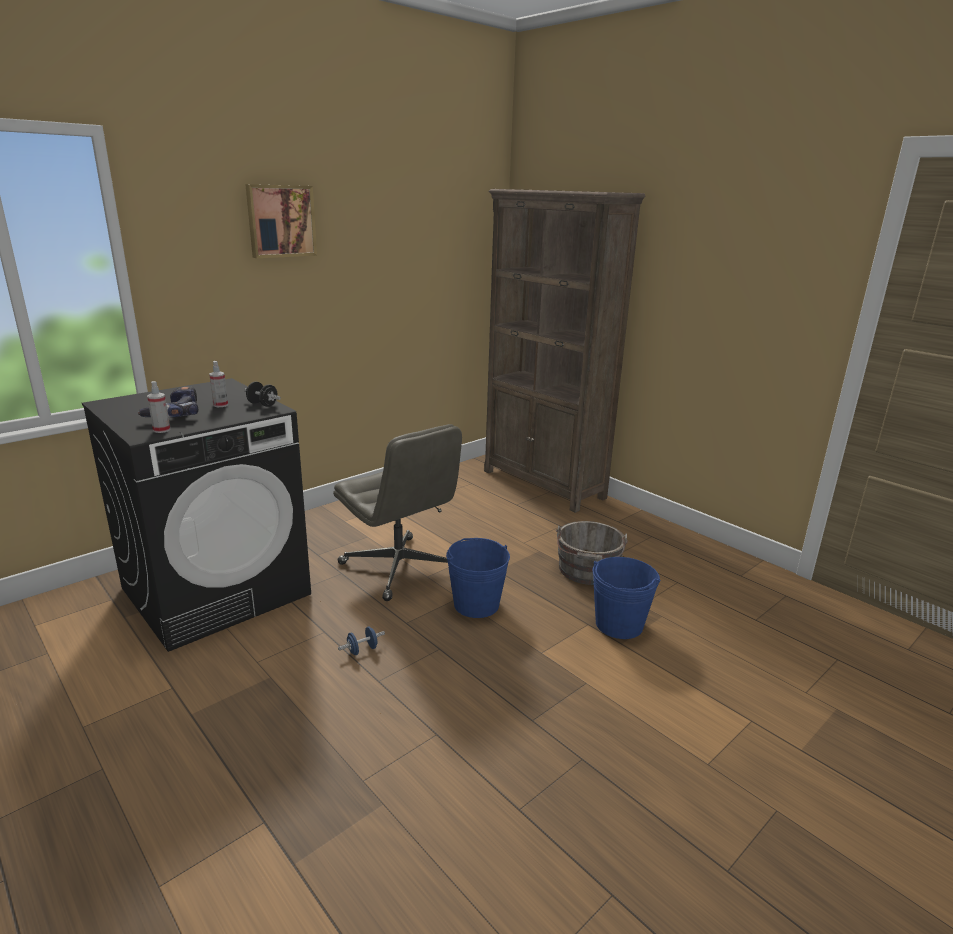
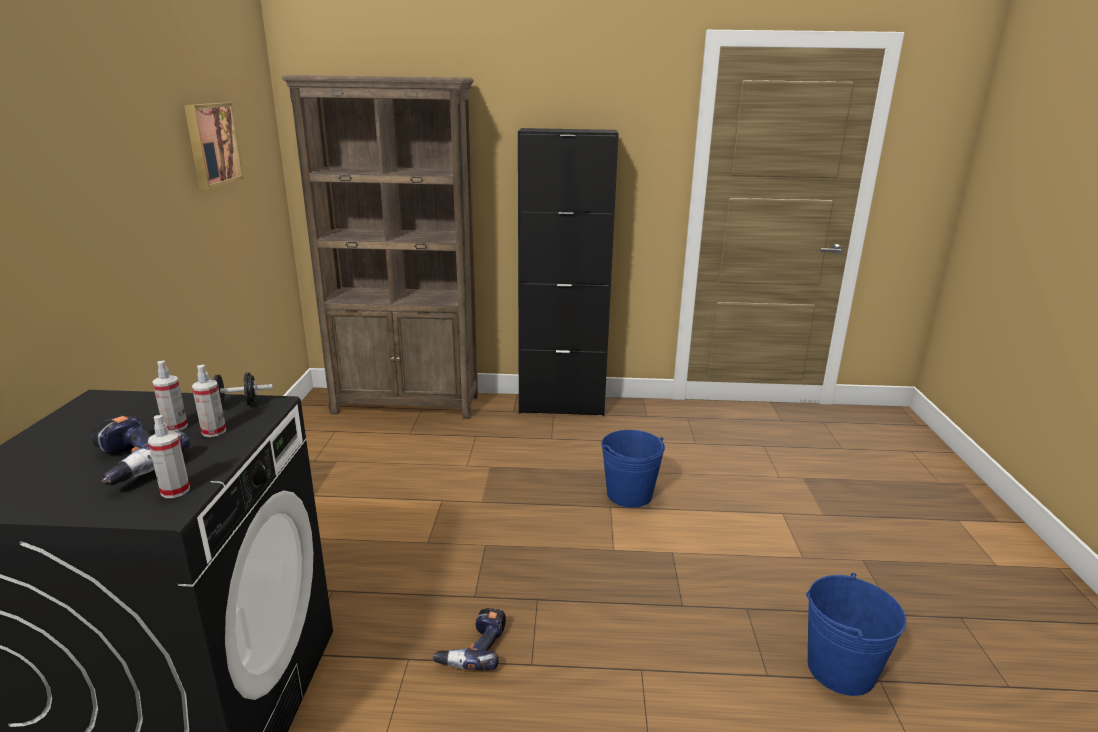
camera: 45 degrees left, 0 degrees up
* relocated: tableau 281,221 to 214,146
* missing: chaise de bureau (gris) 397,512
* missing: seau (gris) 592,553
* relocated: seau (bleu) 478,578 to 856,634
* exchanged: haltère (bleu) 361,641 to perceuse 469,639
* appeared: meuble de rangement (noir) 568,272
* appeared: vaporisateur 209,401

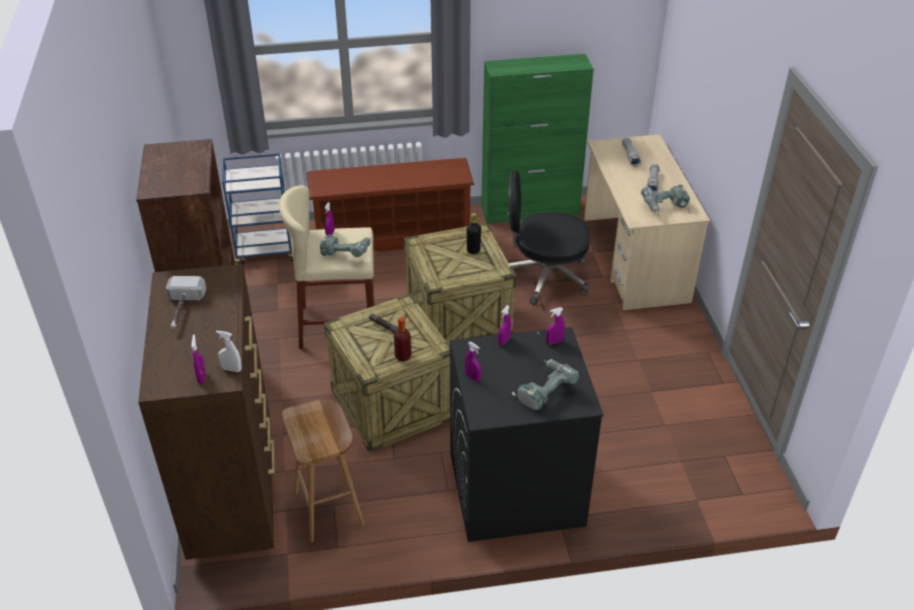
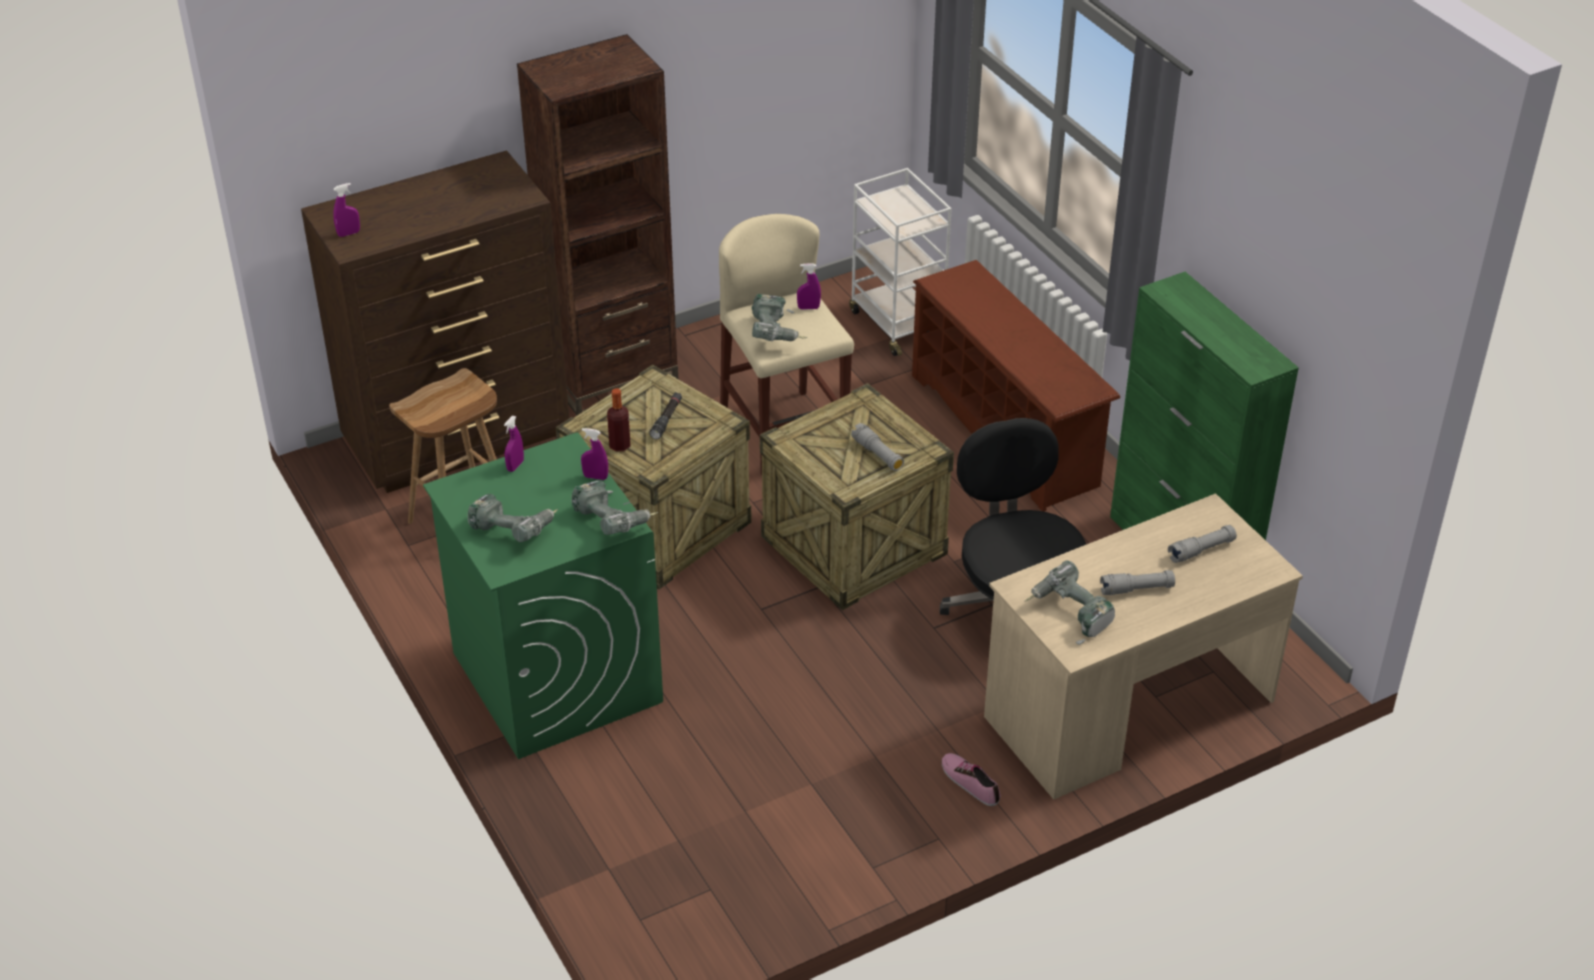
camera: 70 degrees right, 0 degrees up
* colour: chariot (bleu) 257,209 to chariot (blanc) 900,262
* exchanged: bouteille (noir) 474,233 to lampe de poche (gris) 877,447
* missing: marteau 186,302
* exchanged: vaporisateur (violet) 555,326 to perceuse 614,507
* colour: lave-linge (noir) 527,434 to lave-linge (vert) 543,595
* missing: vaporisateur (blanc) 229,351
* appeared: chaussure 971,779

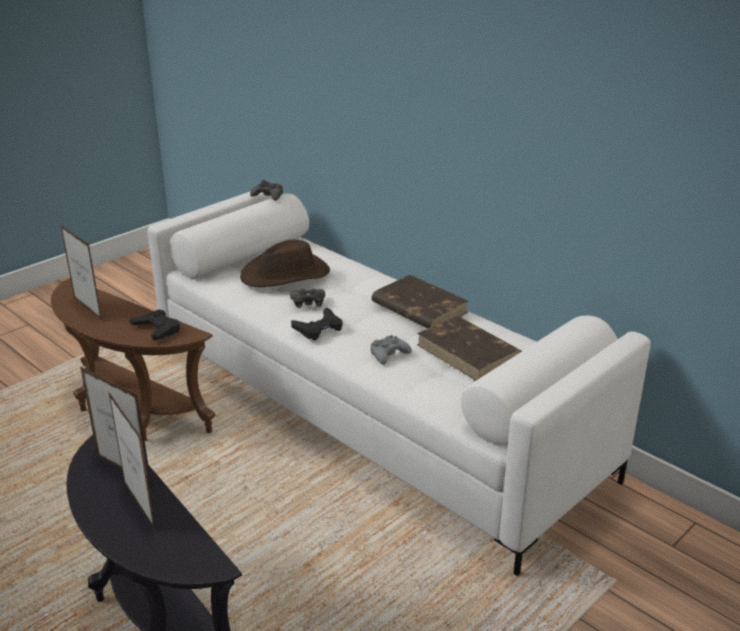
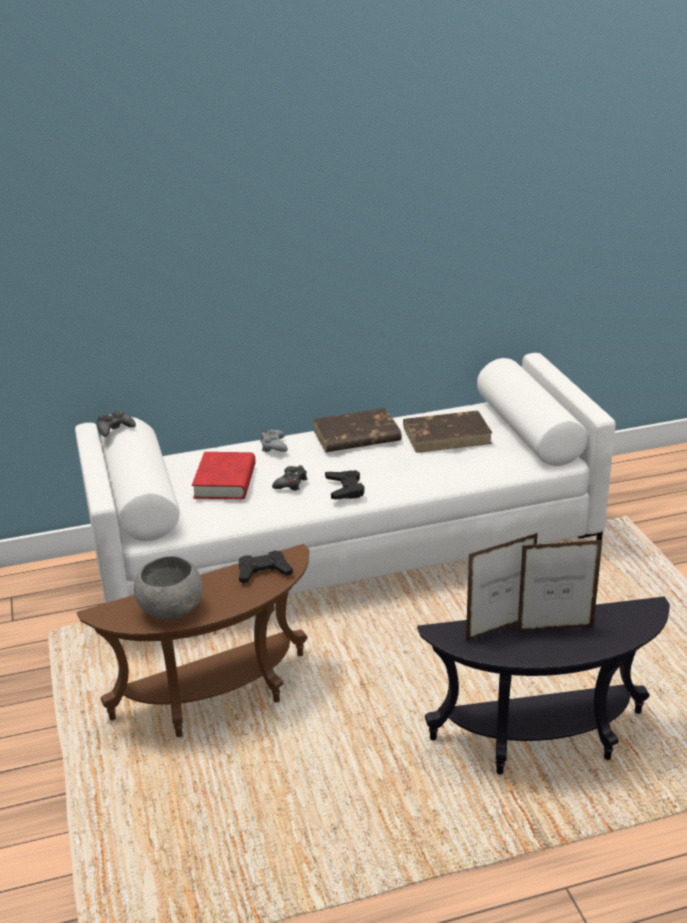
camera: 60 degrees left, 0 degrees up
* exchanged: cadre photo 81,272 to bol (gris) 168,588
* exchanged: chapeau (marron) 285,263 to livre (rouge) 224,475
* relocated: manette (gris) 391,350 to 274,441

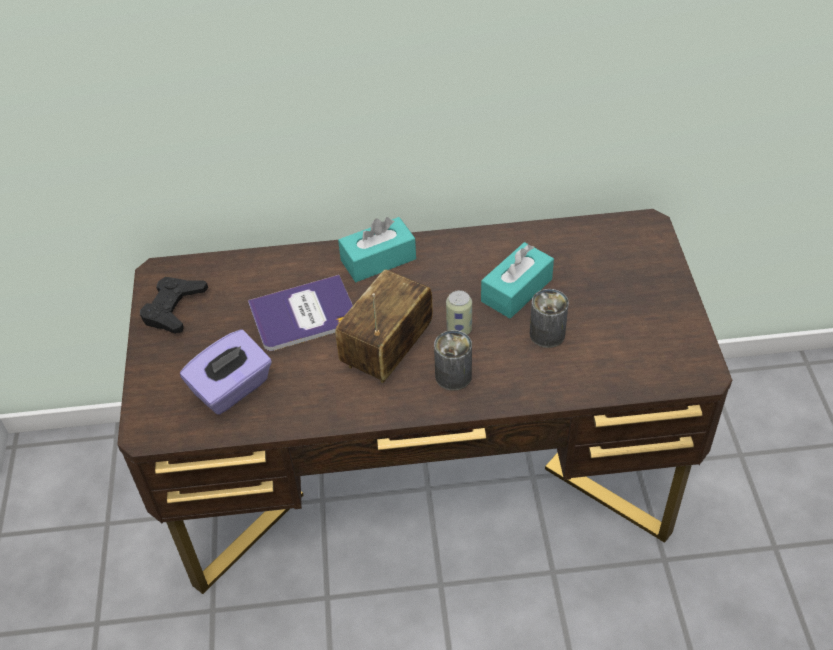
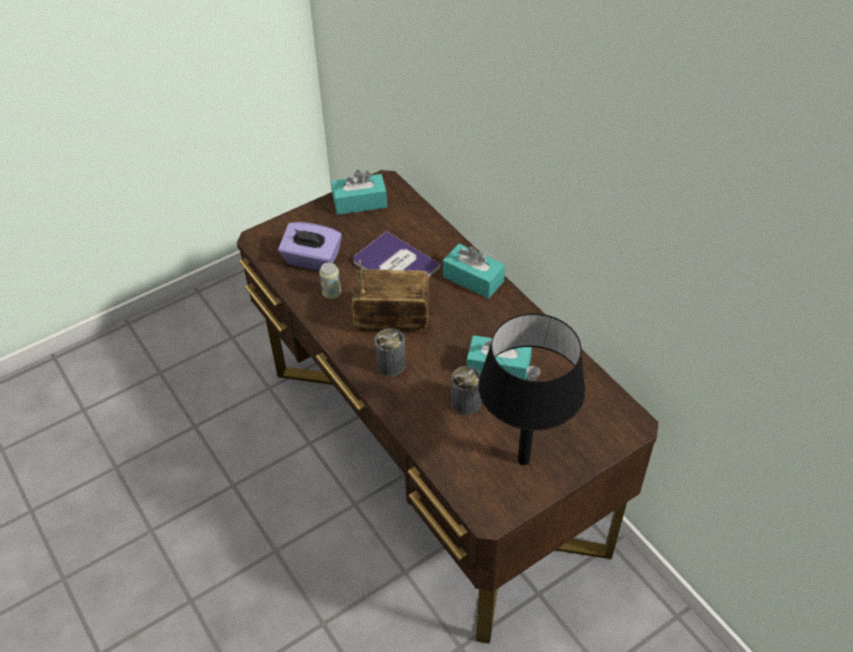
camera: 60 degrees right, 0 degrees up
* exchanged: manette (noir) 174,305 to boîte à mouchoirs (turquoise) 359,192
* relocated: boîte métallique 459,312 to 330,280
* appeared: lampe de table (noir) 532,389

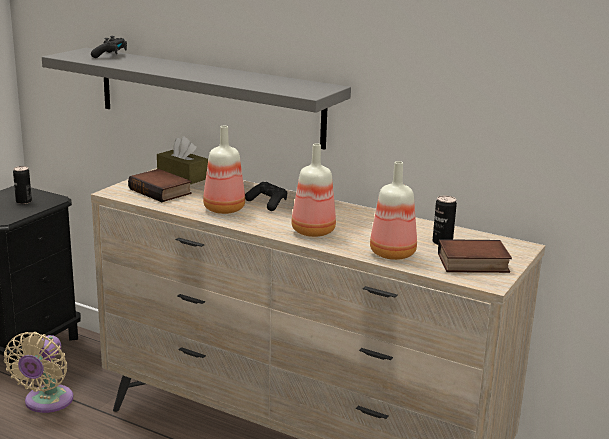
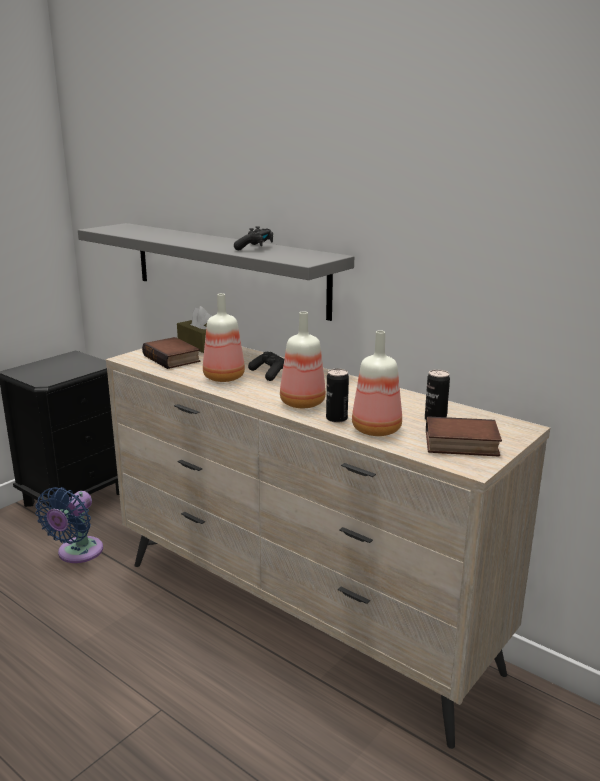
camera: 10 degrees right, 0 degrees up
* relocated: manette (noir) 109,47 to 253,238
* relocated: boîte métallique 22,185 to 337,396
* colour: ventilateur (beige) 38,372 to ventilateur (bleu) 69,525

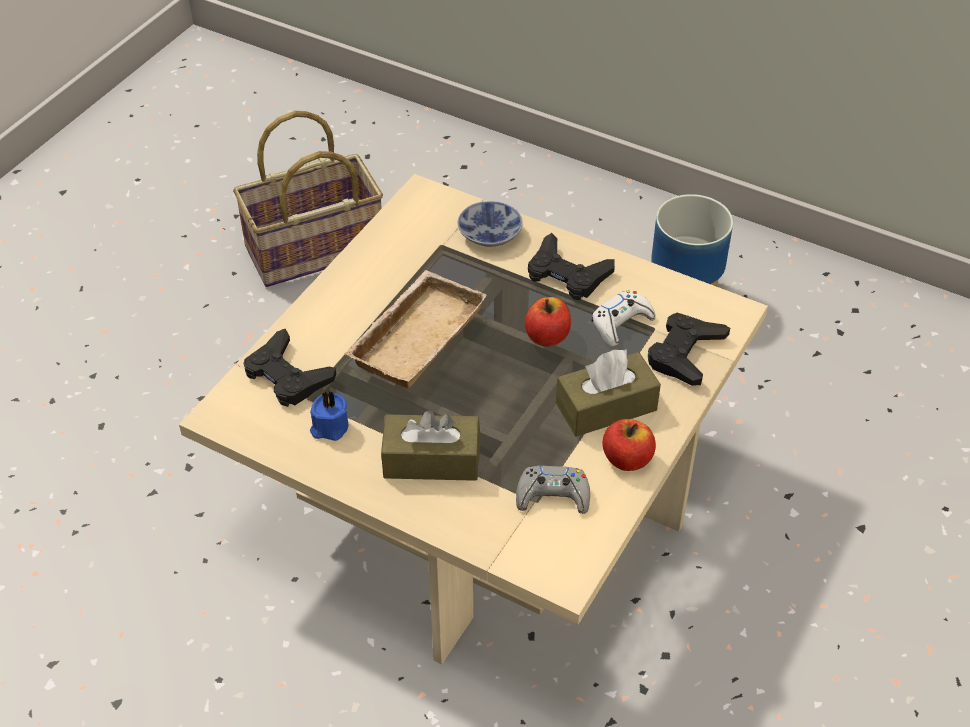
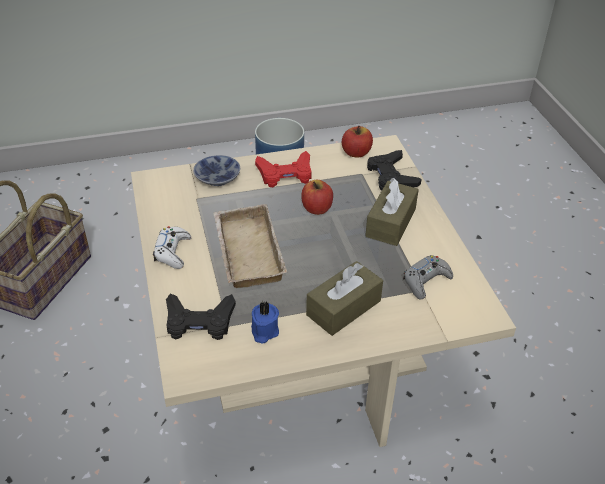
camera: 45 degrees left, 5 degrees down
* colour: manette (noir) 571,266 to manette (rouge) 283,169
* relocated: manette (blanc) 623,318 to 172,247
* relocated: pomme 629,445 to 357,142

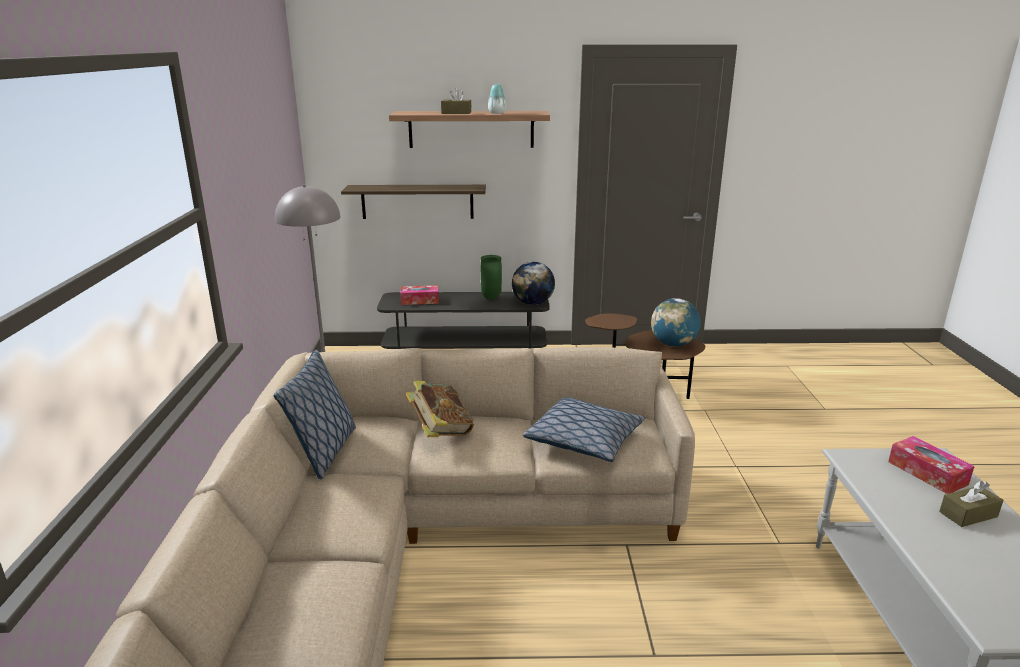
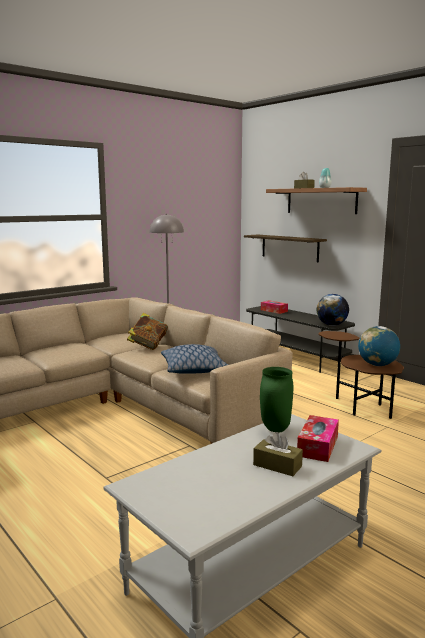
camera: 50 degrees right, 10 degrees down
* relocated: vase (vert) 491,277 to 276,399
* missing: coussin 315,415

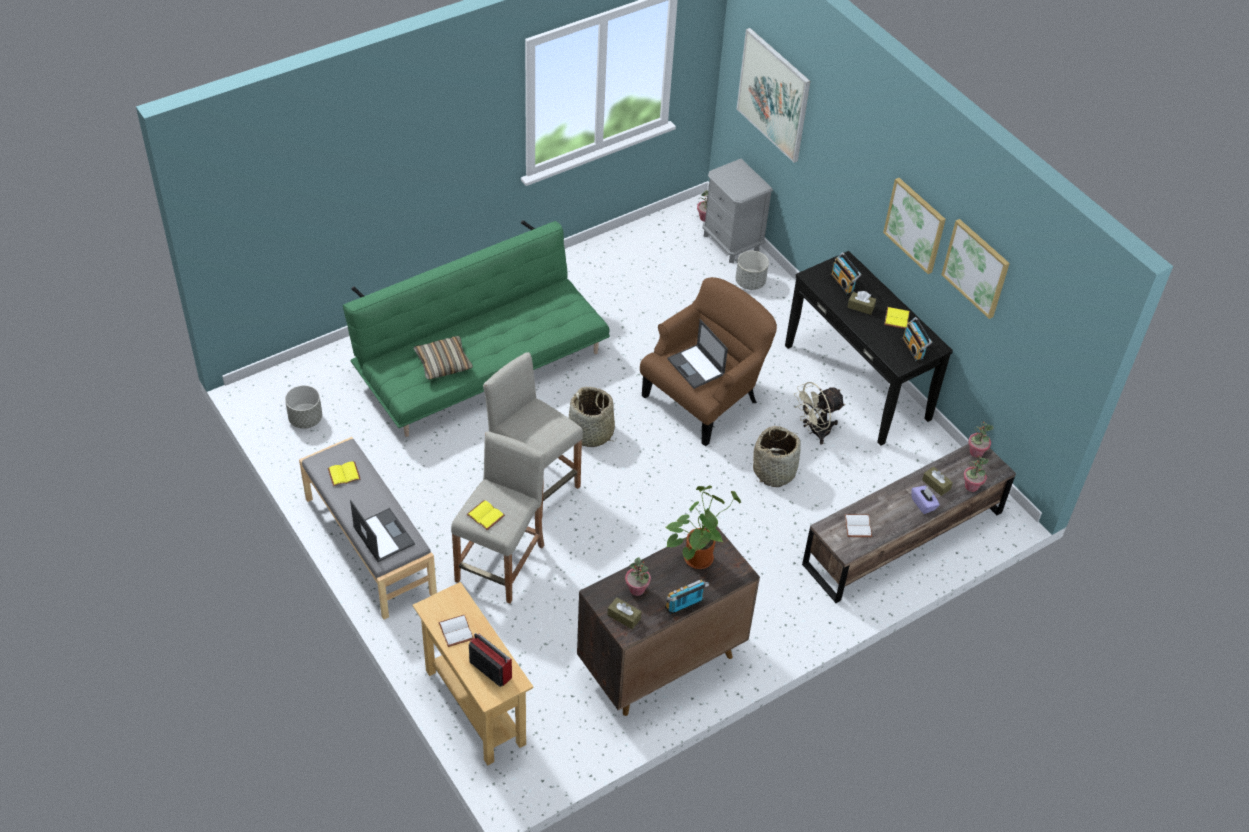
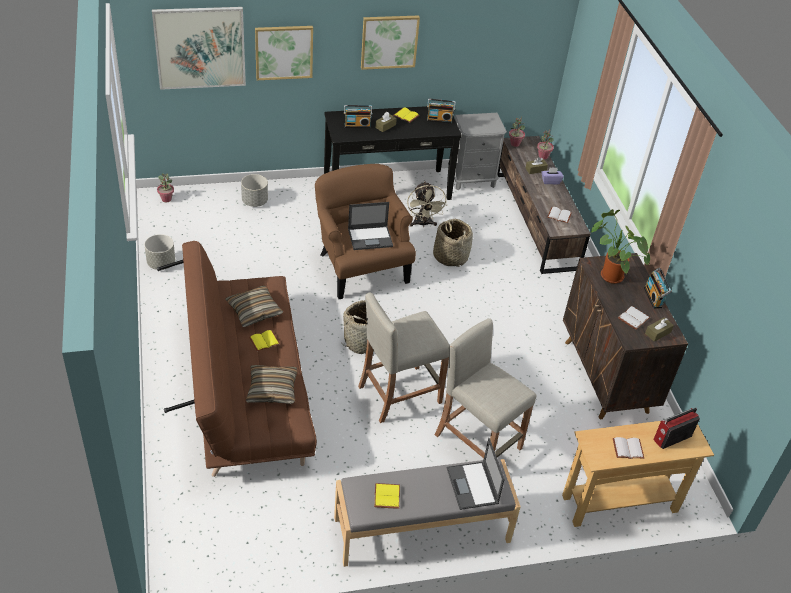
camera: 70 degrees left, 5 degrees down
* relocated: table de chevet (gris) 737,211 to 477,151
* relocated: tableau 975,269 to 284,53
* colour: canapé (vert) 476,328 to canapé (marron) 237,359
* relocated: cache-pot (gris) 303,407 to 159,252
* spun: ordinateur portable 382,531 = 476,474 90 degrees counterclockwise
* relocated: livre (jaune) 485,515 to 264,341
* exchanged: plante en pot 638,576 to livre (blanc) 634,318
* appeared: coussin 254,306

